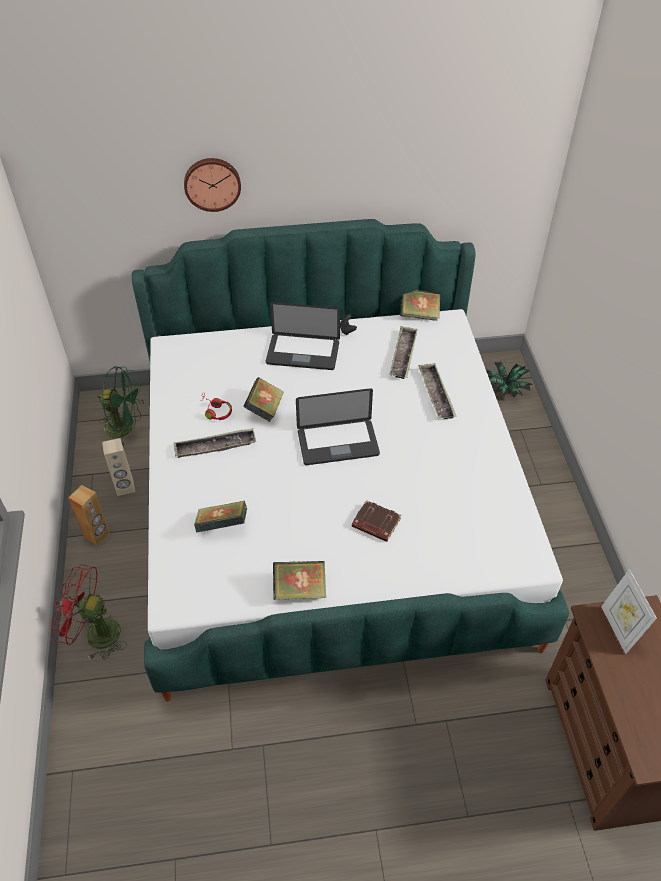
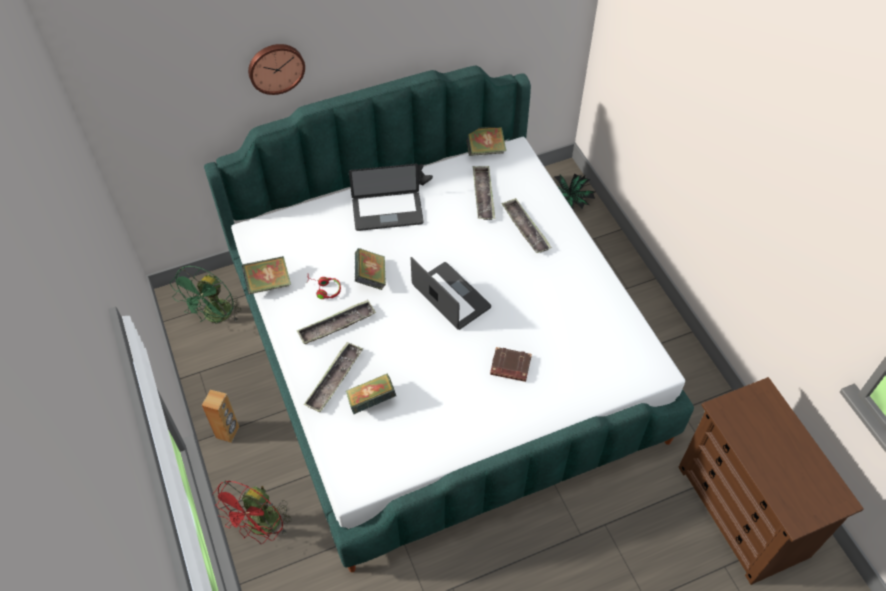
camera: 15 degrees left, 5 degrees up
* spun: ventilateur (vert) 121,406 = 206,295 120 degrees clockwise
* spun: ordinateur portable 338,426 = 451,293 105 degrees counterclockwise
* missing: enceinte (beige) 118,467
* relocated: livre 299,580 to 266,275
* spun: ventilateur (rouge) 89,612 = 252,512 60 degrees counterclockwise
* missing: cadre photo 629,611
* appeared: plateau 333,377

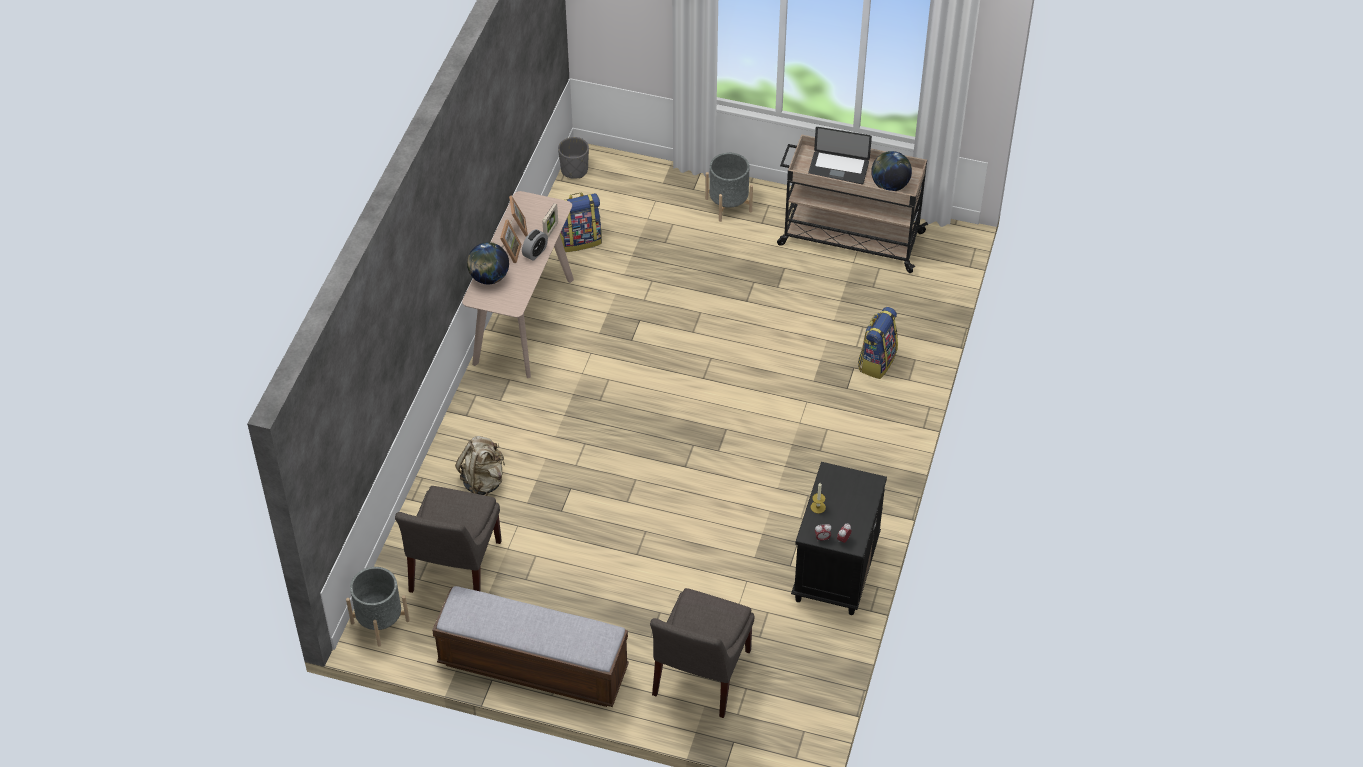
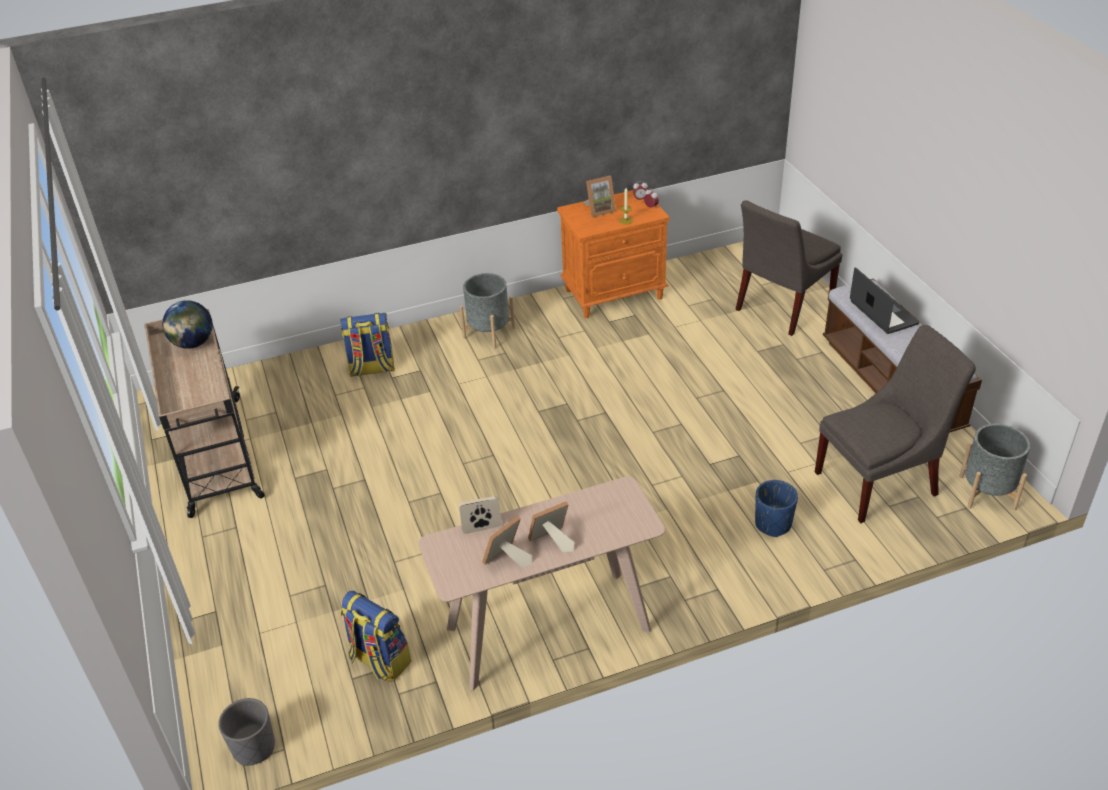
camera: 125 degrees left, 10 degrees down
* relocated: ordinateur portable 840,156 to 885,300
* relocated: cache-pot (gris) 729,187 to 487,311
* missing: réveil 535,245
* missing: globe 488,263
* exchanged: sac à dos (beige) 480,466 to cache-pot (bleu) 776,508
* colour: table de chevet (noir) 839,538 to table de chevet (orange) 613,254
* spun: chaise (gris) 702,653 = 789,268 150 degrees clockwise
* appeared: cadre photo 600,196

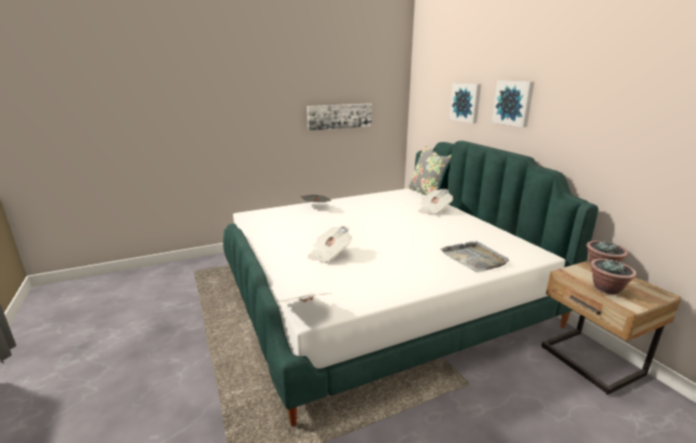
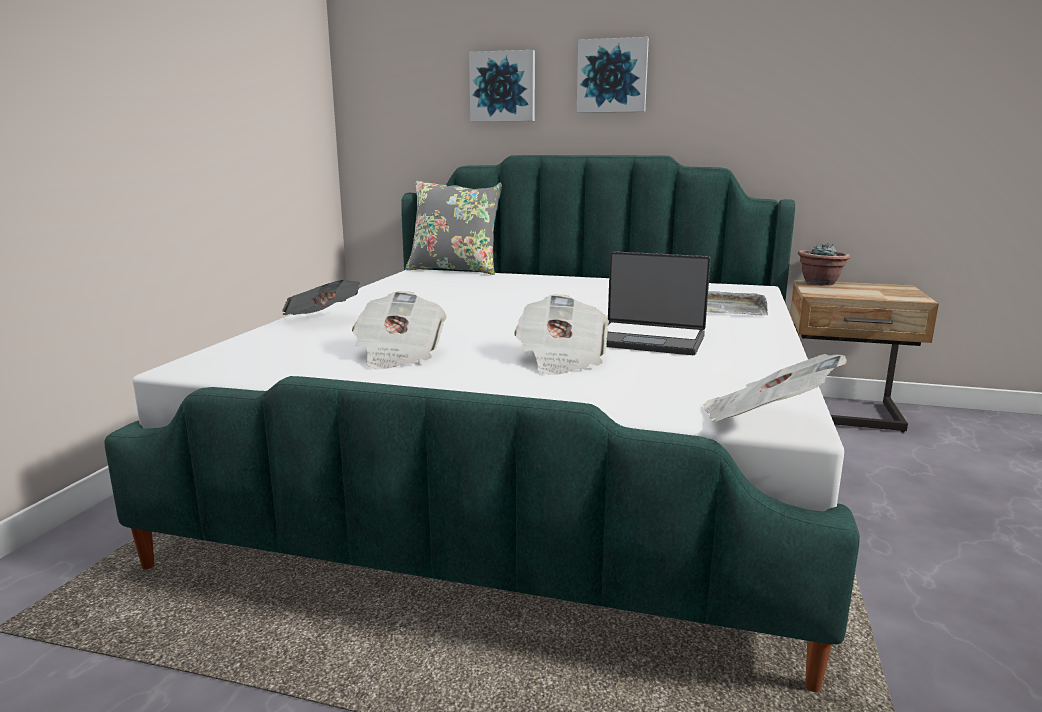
camera: 50 degrees left, 5 degrees down
* missing: tableau 339,117
* relocated: journal 435,202 to 399,330
* missing: plante en pot 613,276
* appeared: ordinateur portable 658,303

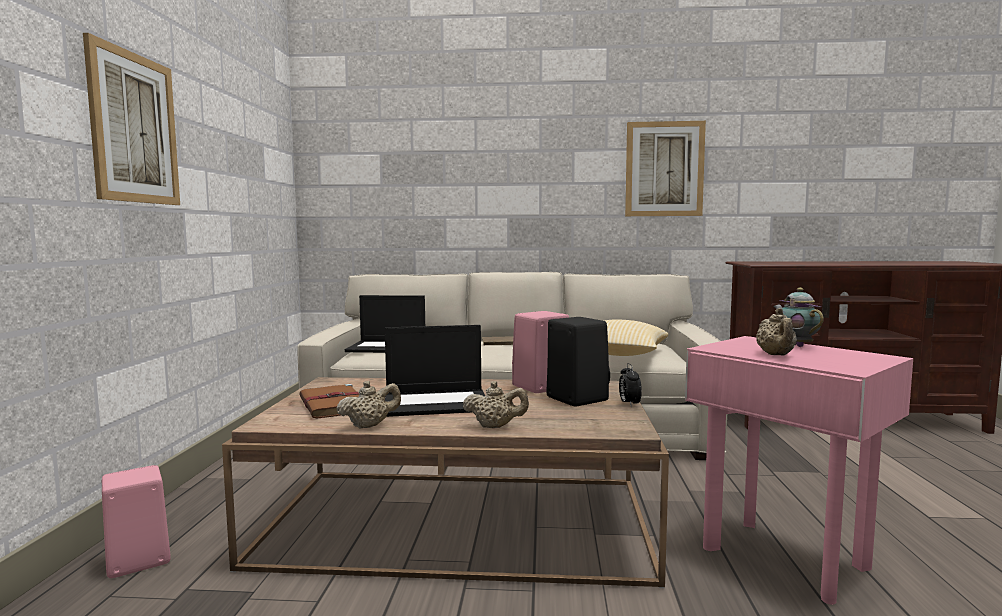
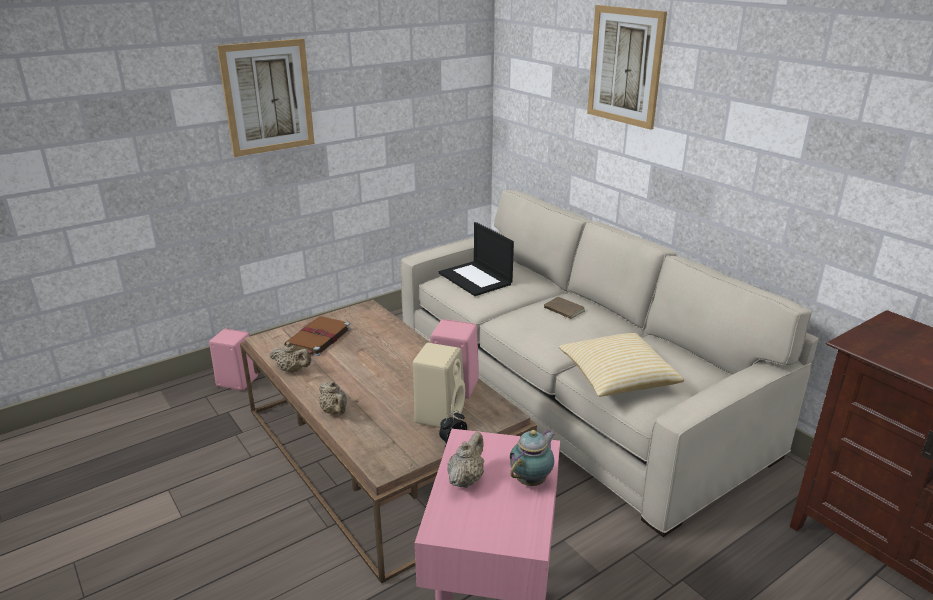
camera: 50 degrees right, 20 degrees up
* relocated: tableau 665,168 to 627,67
* spun: théière (beige) 776,332 = 465,460 150 degrees clockwise
* colour: enceinte (noir) 578,361 to enceinte (beige) 439,385
* missing: ordinateur portable 435,371

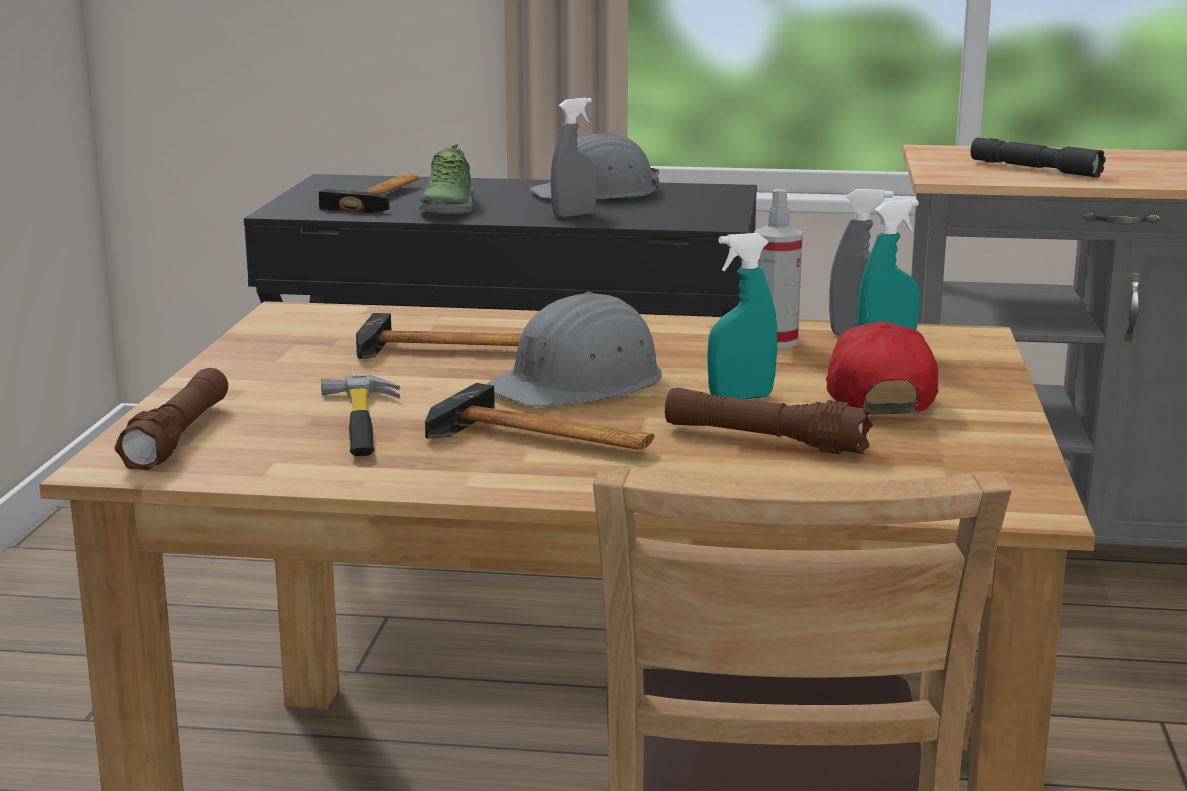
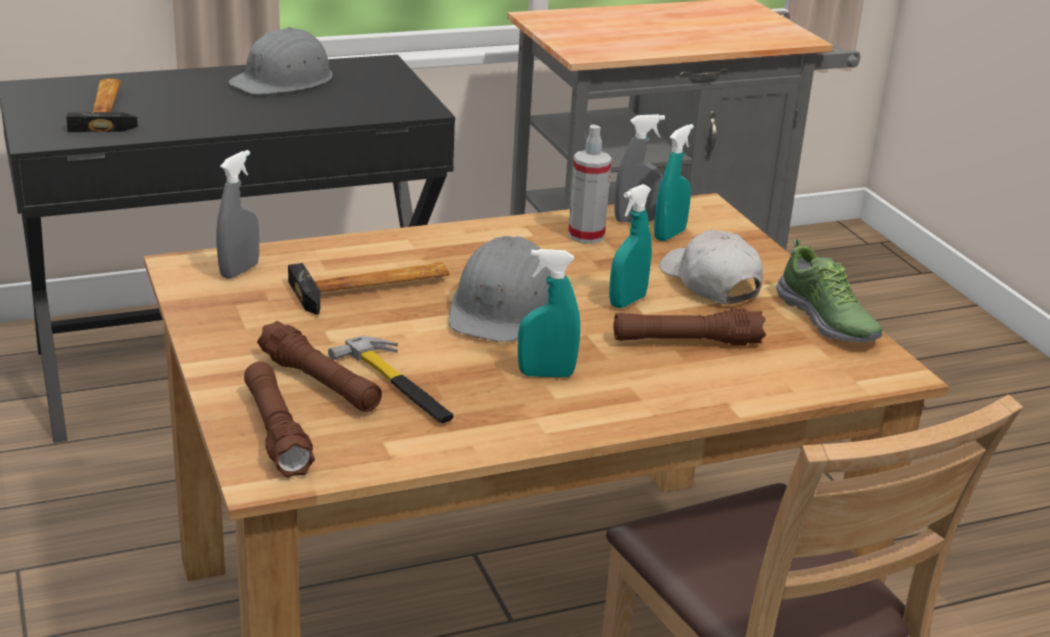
camera: 30 degrees left, 10 degrees up
* relocated: vaporisateur (gris) 574,157 to 237,214
* missing: lampe de poche (gris) 1037,157
* relocated: chaussure 446,179 to 829,291
* colour: casquette (rouge) 882,368 to casquette (blanc) 711,267
* exchanged: marteau 540,416 to vaporisateur (turquoise) 549,313
* appeared: lampe de poche (marron) 319,366

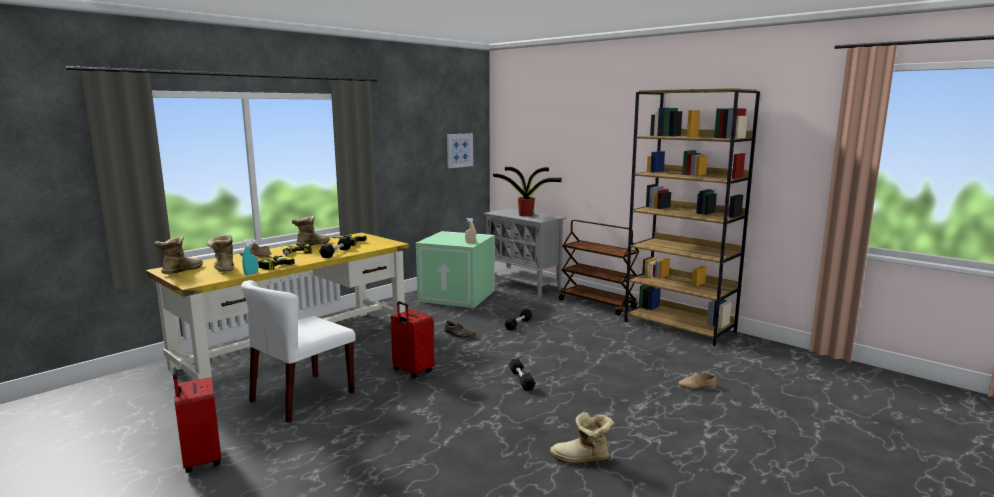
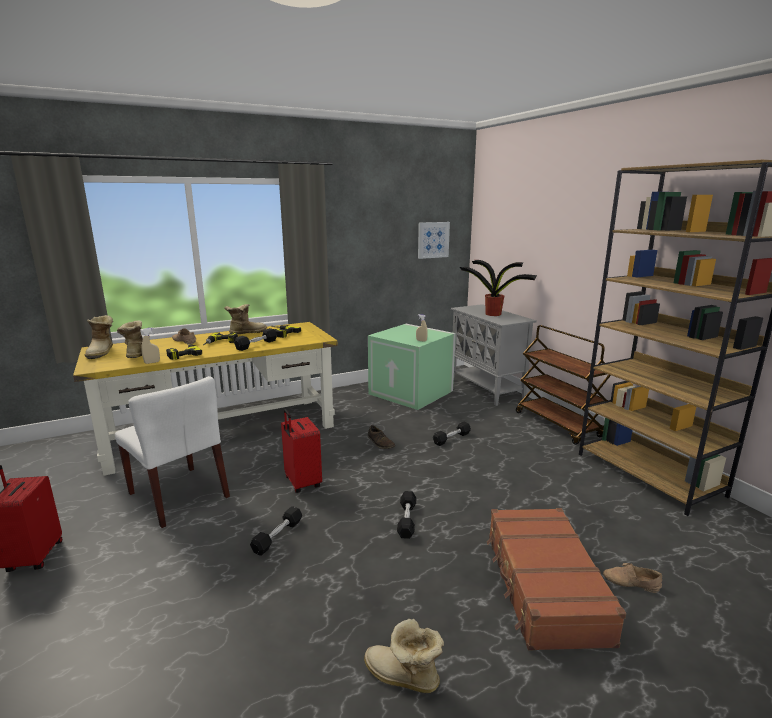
camera: 20 degrees right, 5 degrees up
* spun: botte 178,255 = 98,337 135 degrees clockwise
* colour: vaporisateur (turquoise) 250,256 to vaporisateur (beige) 150,346
* spun: chaise (blanc) 298,351 = 172,452 105 degrees counterclockwise
* appeared: haltère (noir) 276,531
* appeared: valise (marron) 556,579

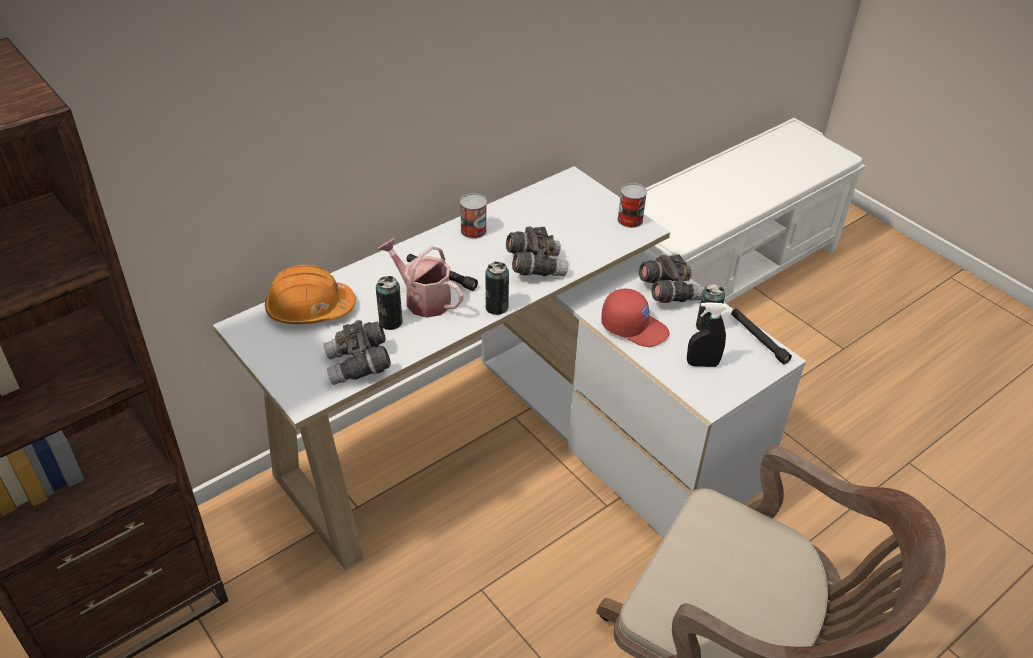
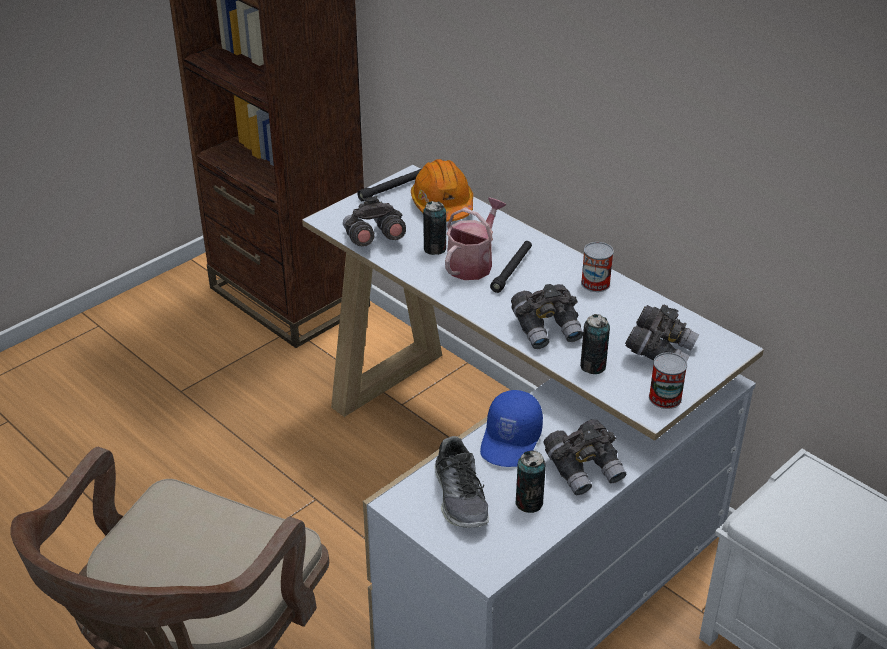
camera: 85 degrees right, 5 degrees down
* relocated: boîte métallique 497,288 to 595,344
* colour: casquette (rouge) 635,318 to casquette (bleu) 511,428
* exchanged: vaporisateur (noir) 707,334 to chaussure 461,482
* relocated: lampe de poche (noir) 761,336 to 389,185
* appeared: jumelles (gris) 662,333

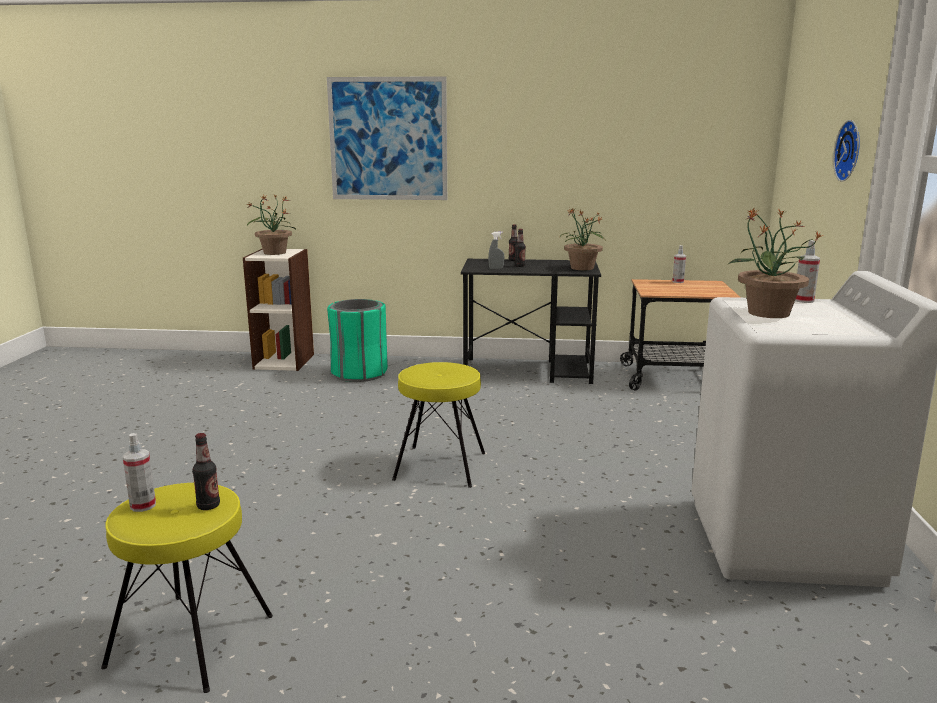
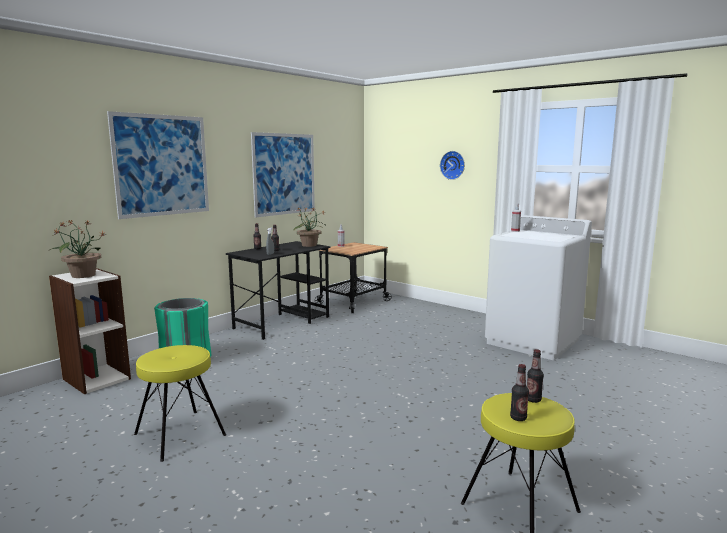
camera: 55 degrees left, 5 degrees down
* missing: plante en pot 775,262
* relocated: tabouret (jaune) 438,425 to 180,403
* exchanged: vaporisateur 139,472 to bouteille 519,392
* appeared: tableau 283,175

